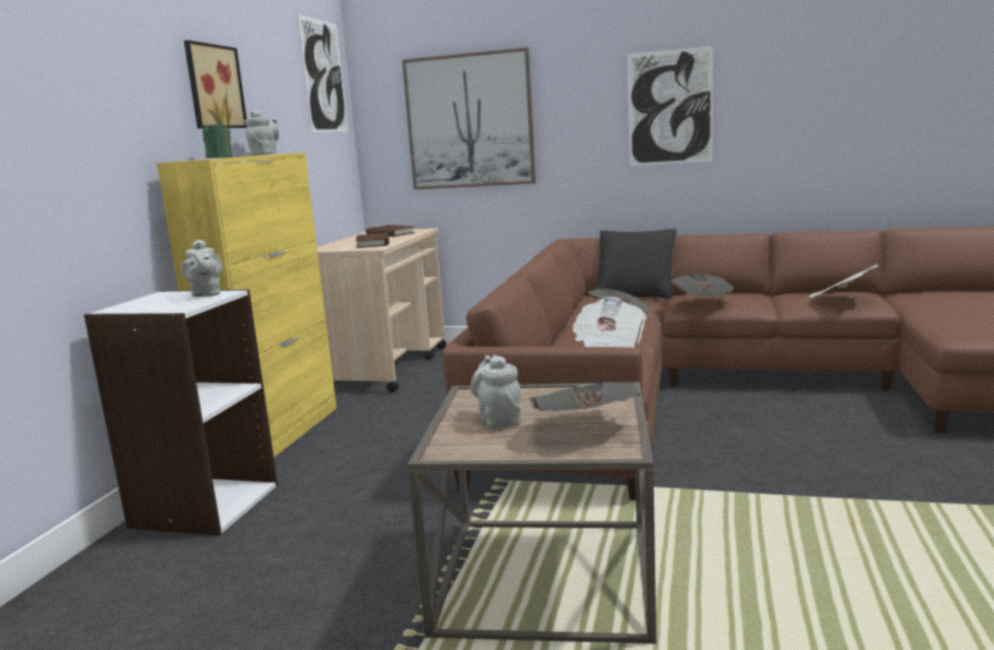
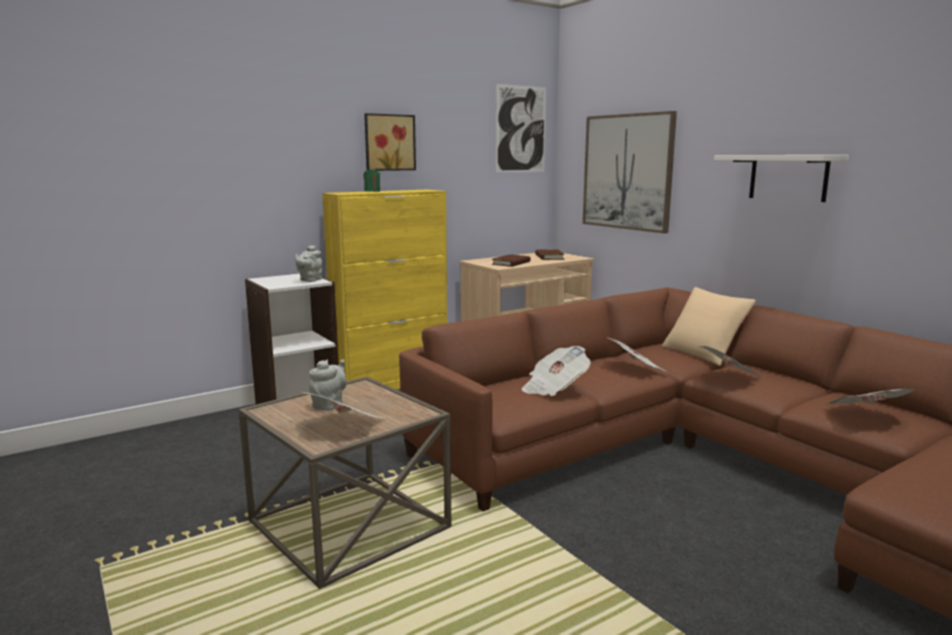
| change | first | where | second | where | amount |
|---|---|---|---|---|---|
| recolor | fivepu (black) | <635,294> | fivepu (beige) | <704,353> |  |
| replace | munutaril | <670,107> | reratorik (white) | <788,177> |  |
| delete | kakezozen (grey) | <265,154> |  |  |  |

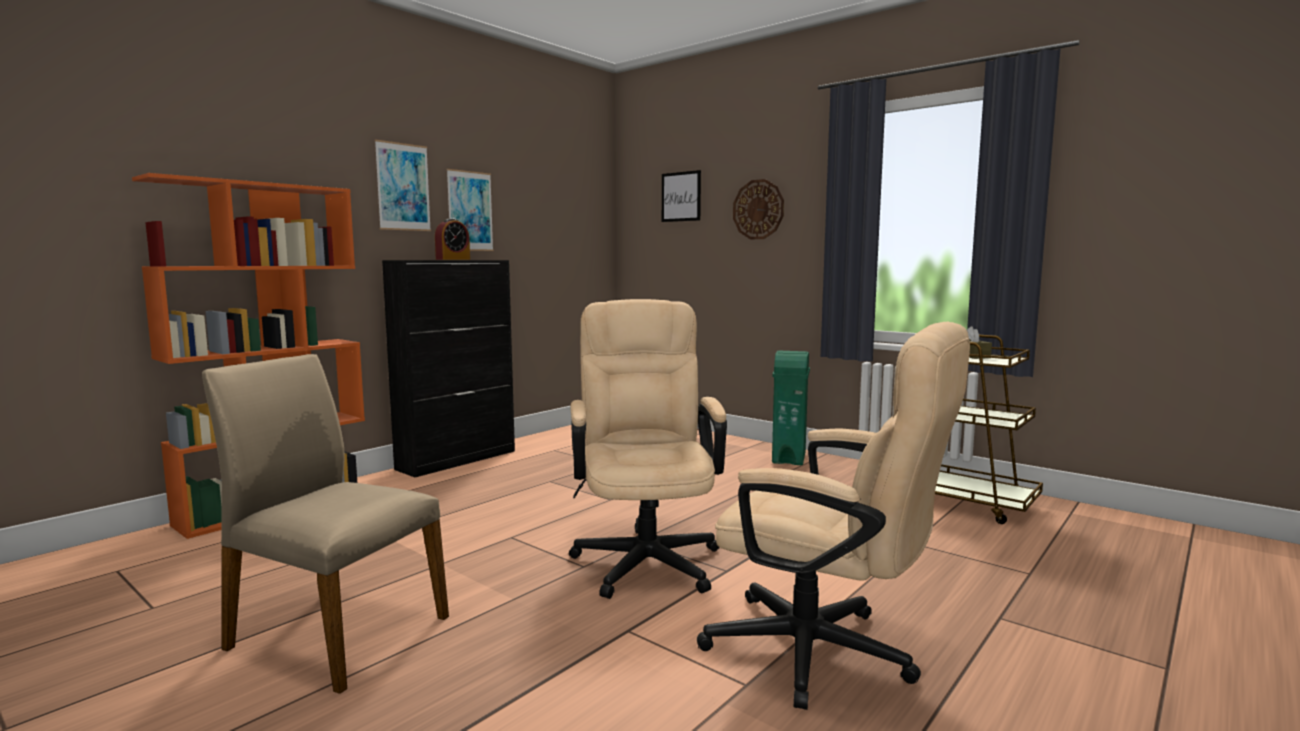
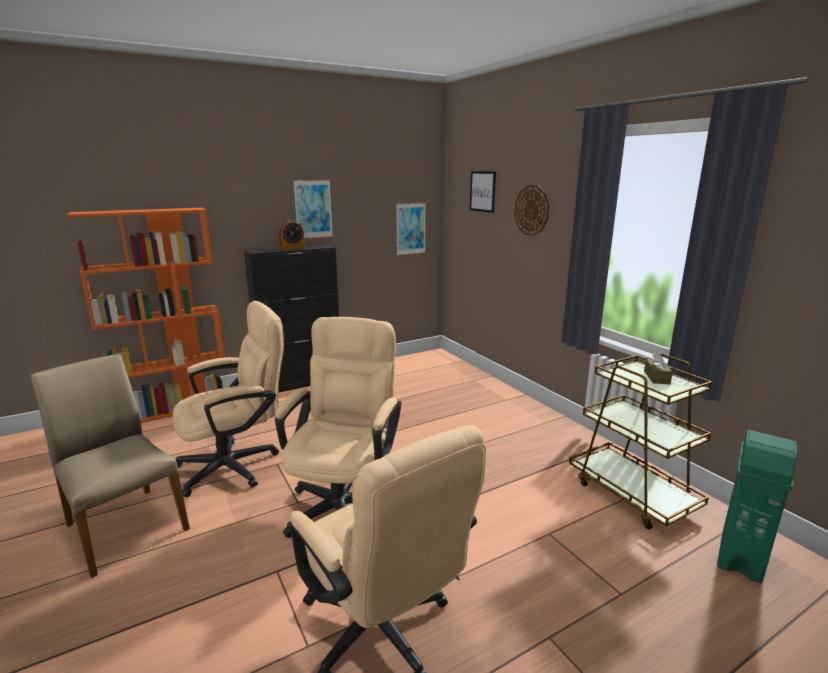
| change | first | where | second | where | amount |
|---|---|---|---|---|---|
| insert |  |  | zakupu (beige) | <237,465> |  |
| move | munutaril | <403,187> |  | <410,228> |  |
| move | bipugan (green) | <789,458> |  | <741,557> |  |

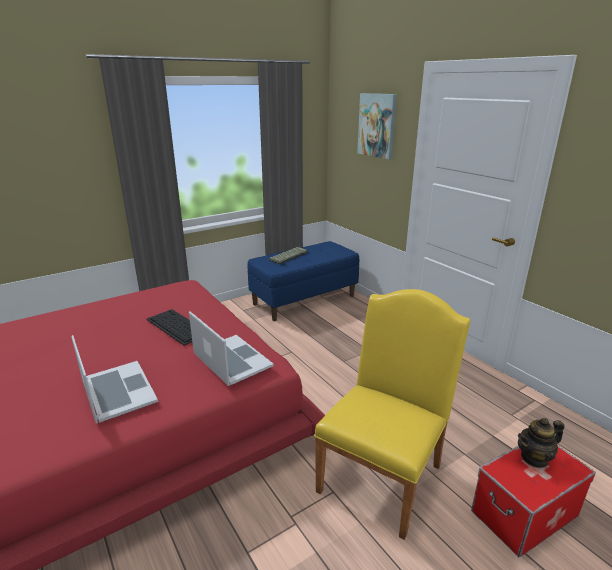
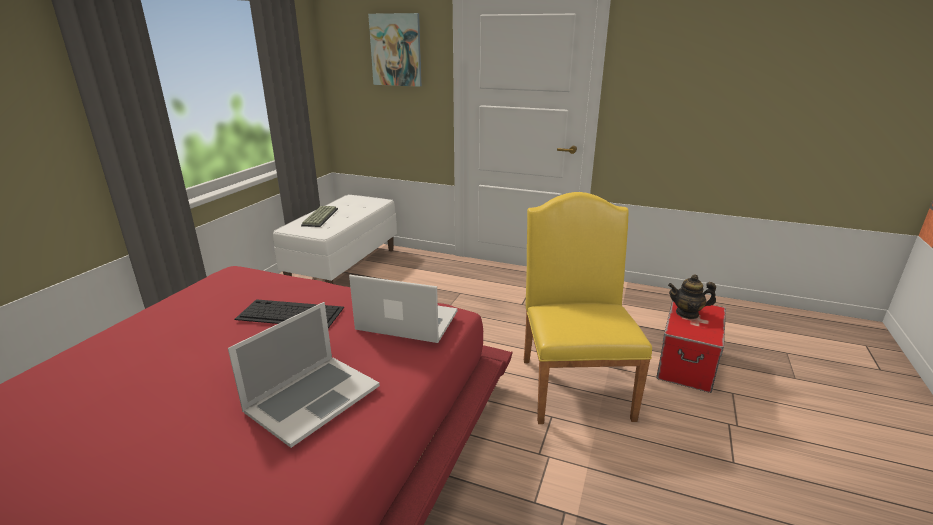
| change | first | where | second | where | amount |
|---|---|---|---|---|---|
| rotate | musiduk | <117,391> |  | <312,398> | 105 degrees clockwise |
| recolor | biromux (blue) | <304,299> | biromux (white) | <344,267> |  |
| rotate | kakezozen | <534,458> |  | <687,313> | 60 degrees clockwise |

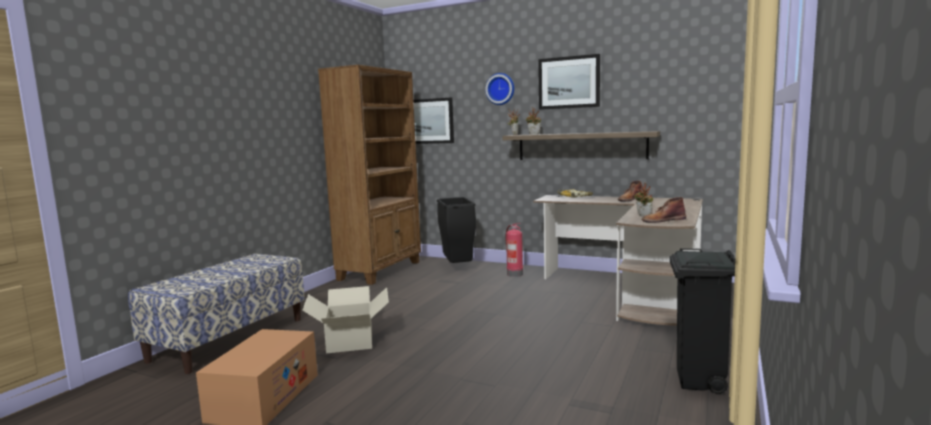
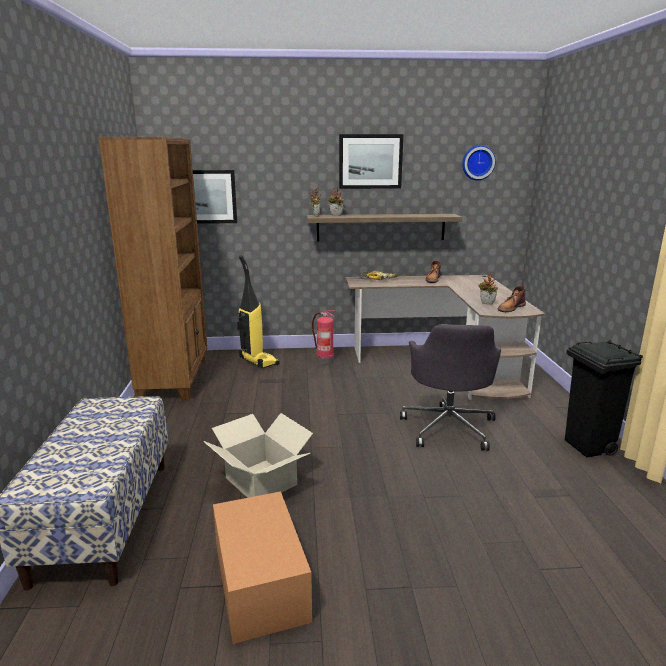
| change | first | where | second | where | amount |
|---|---|---|---|---|---|
| replace | bipugan (black) | <457,268> | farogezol | <258,361> |  |
| insert |  |  | zakupu (grey) | <448,427> |  |
| move | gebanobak | <500,89> |  | <477,162> |  |

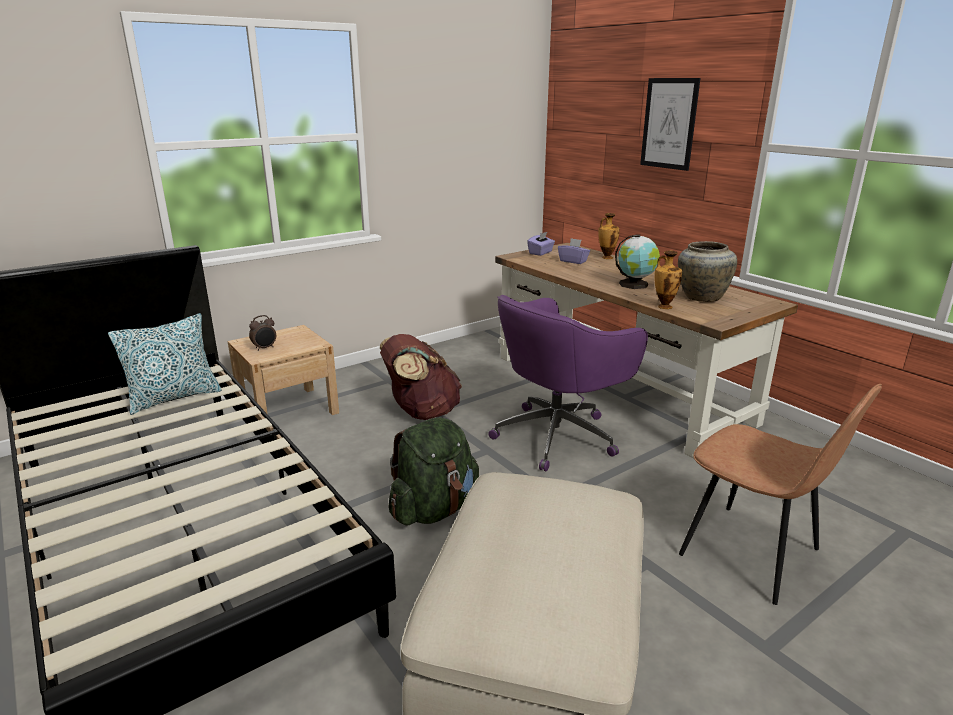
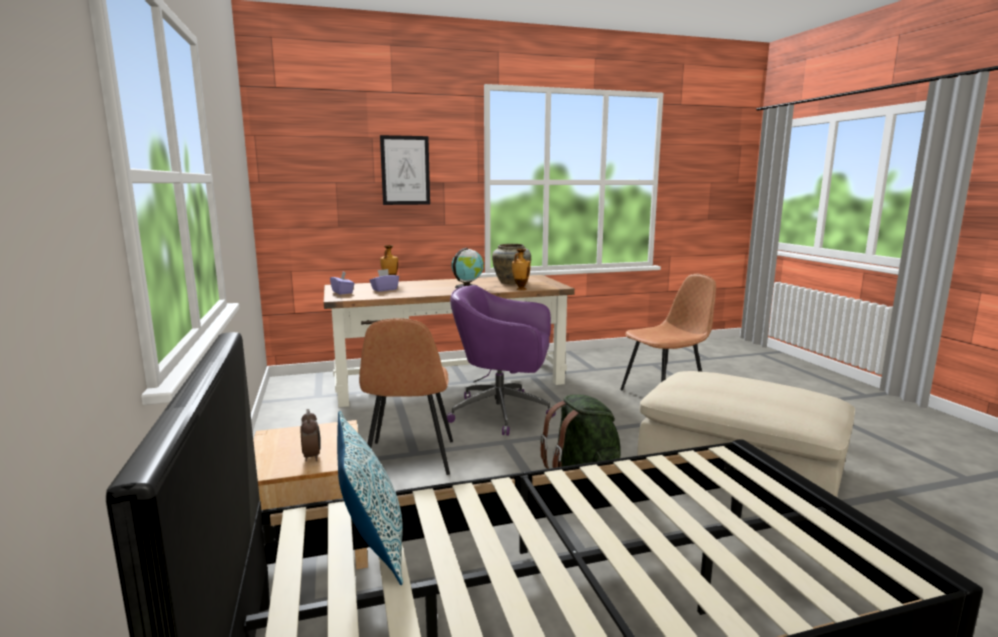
| change | first | where | second | where | amount |
|---|---|---|---|---|---|
| replace | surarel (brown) | <421,412> | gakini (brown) | <409,459> |  |
| rotate | zakupu (purple) | <558,435> |  | <503,413> | 120 degrees clockwise |

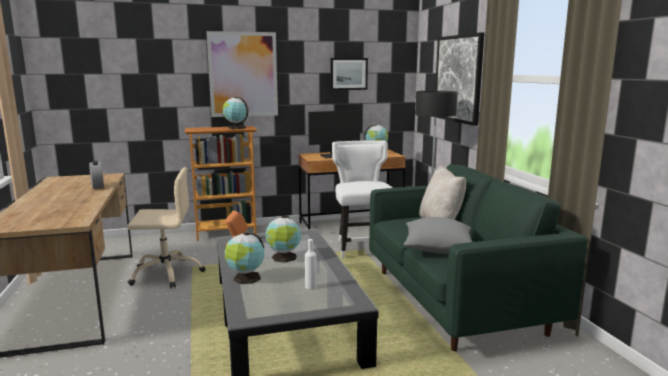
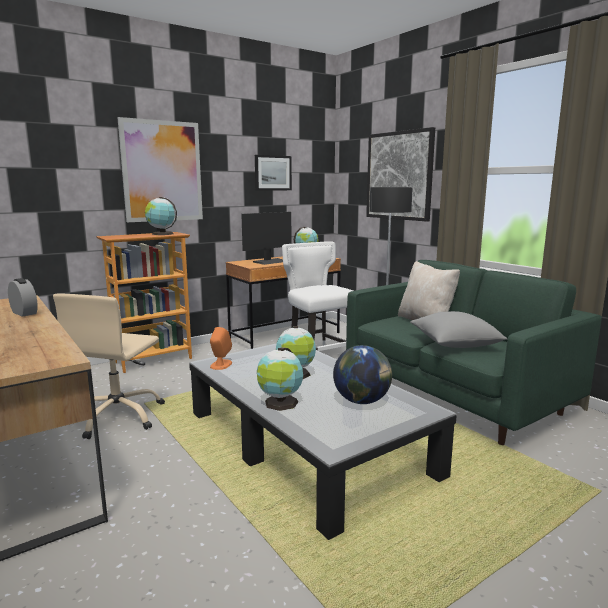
| change | first | where | second | where | amount |
|---|---|---|---|---|---|
| rotate | zakupu (beige) | <166,273> |  | <118,416> | 135 degrees clockwise |
| replace | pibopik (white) | <310,287> | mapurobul | <362,401> |  |

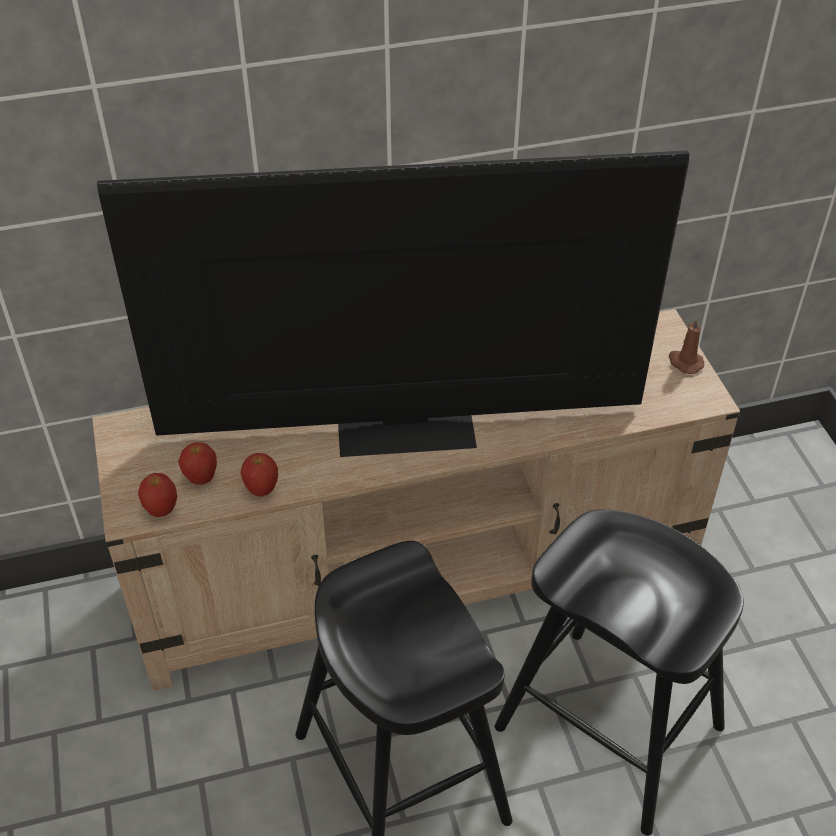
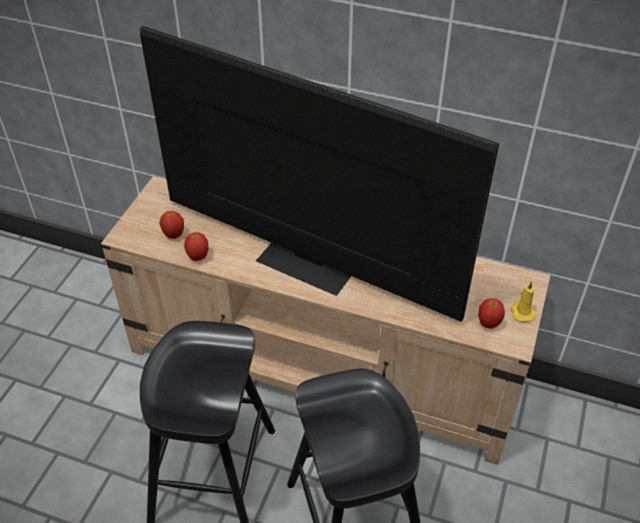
| change | first | where | second | where | amount |
|---|---|---|---|---|---|
| move | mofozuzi | <161,510> |  | <488,324> |  |
| recolor | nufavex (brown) | <684,362> | nufavex (yellow) | <522,312> |  |

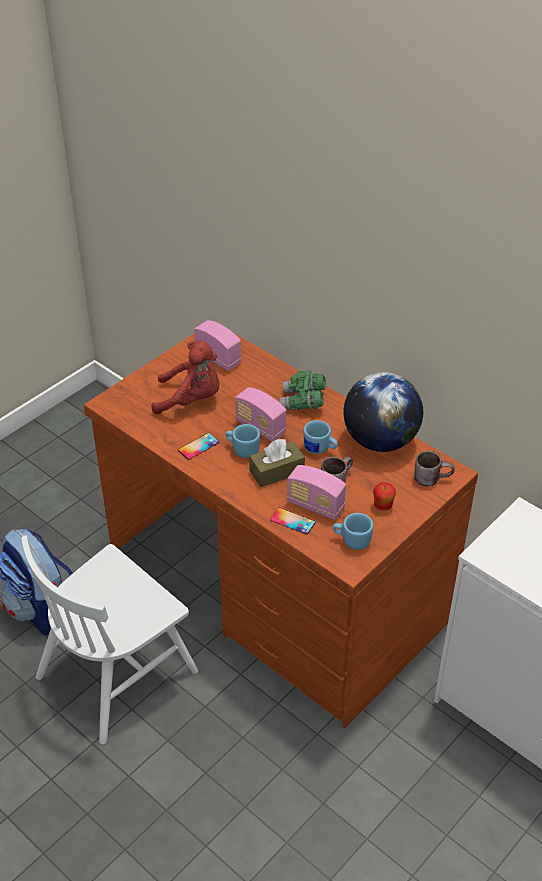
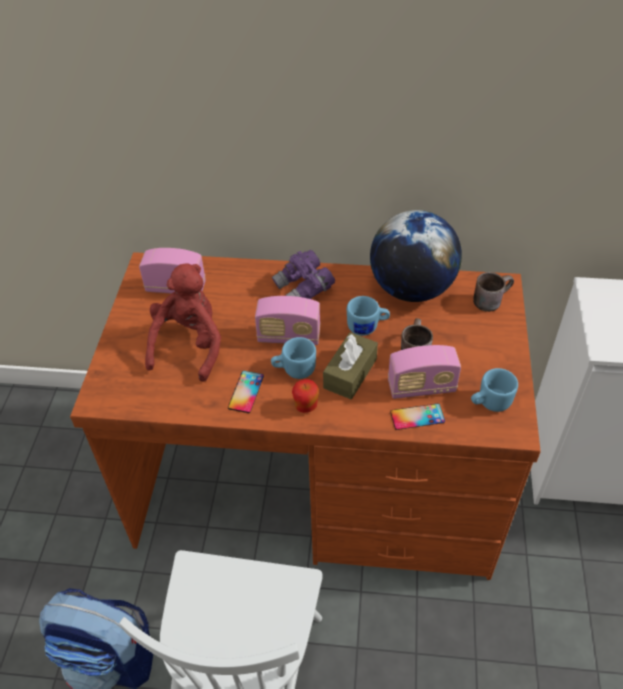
| change | first | where | second | where | amount |
|---|---|---|---|---|---|
| rotate | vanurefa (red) | <191,399> |  | <189,345> | 45 degrees counterclockwise |
| recolor | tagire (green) | <303,402> | tagire (purple) | <304,289> |  |
| move | mofozuzi | <383,506> |  | <306,406> |  |

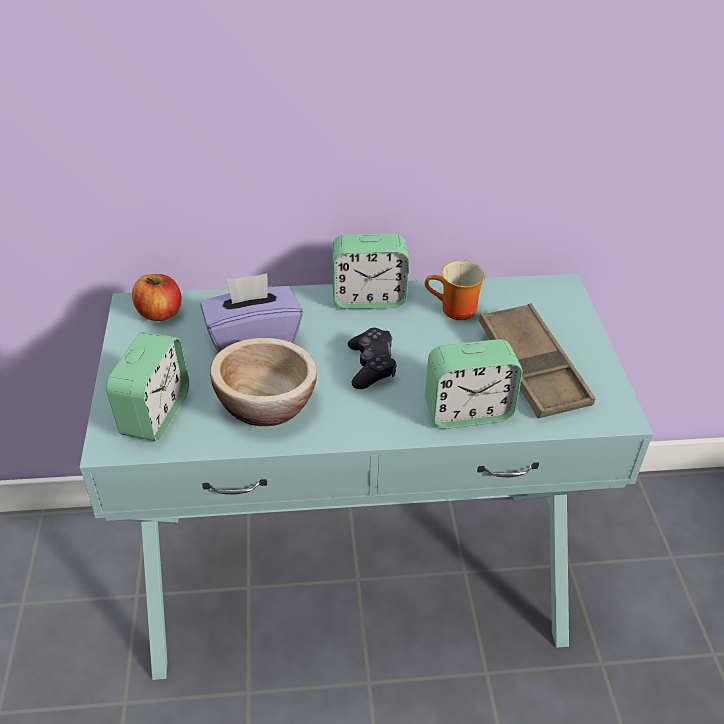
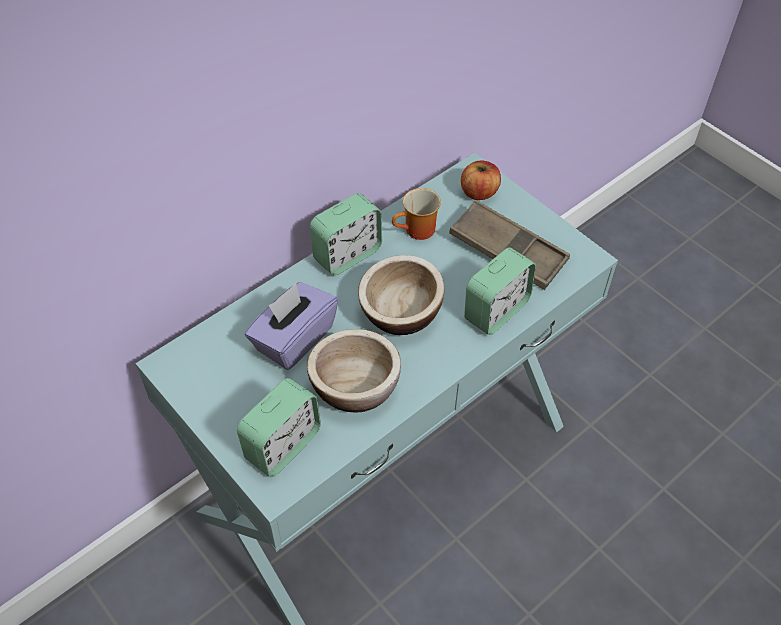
| change | first | where | second | where | amount |
|---|---|---|---|---|---|
| rotate | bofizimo | <155,414> |  | <282,445> | 60 degrees clockwise |
| replace | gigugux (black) | <371,366> | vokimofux | <401,312> |  |
| move | mofozuzi | <160,313> |  | <479,192> |  |

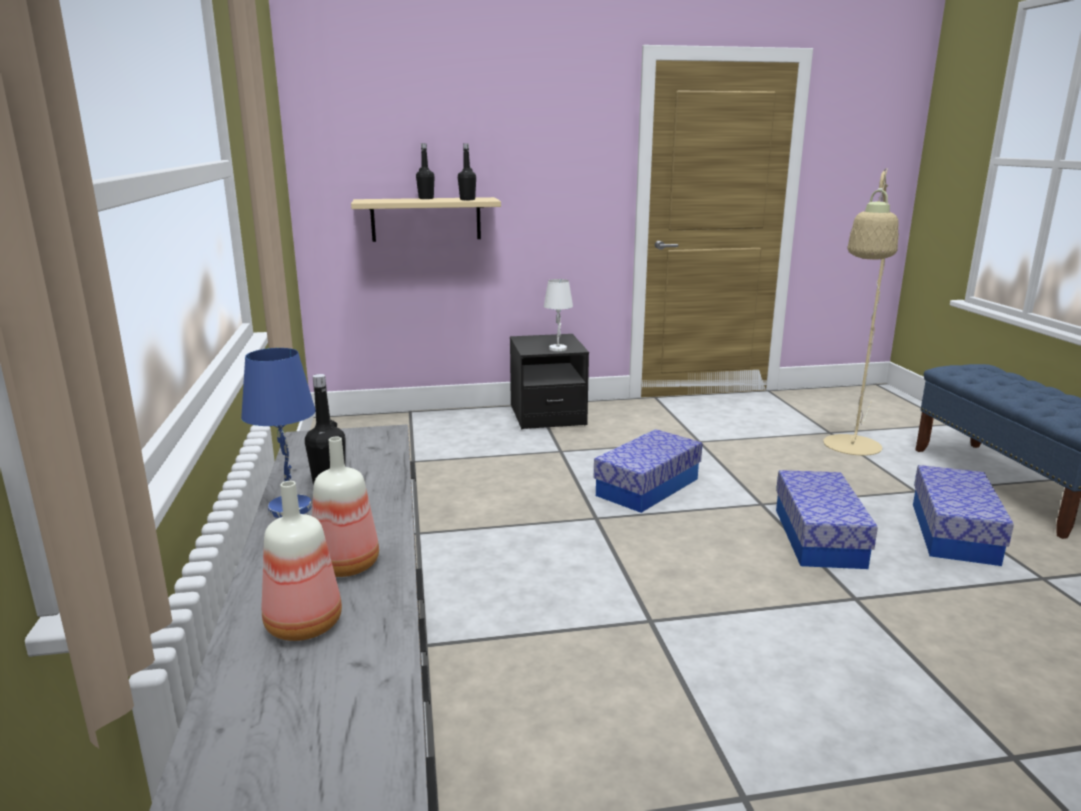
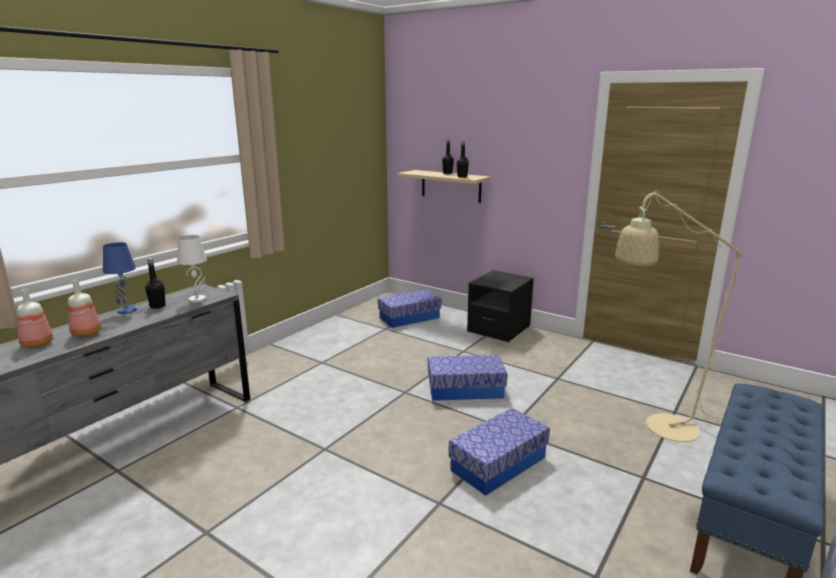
| change | first | where | second | where | amount |
|---|---|---|---|---|---|
| move | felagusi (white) | <557,348> |  | <198,300> |  |
| move | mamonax | <954,533> |  | <409,318> |  |

